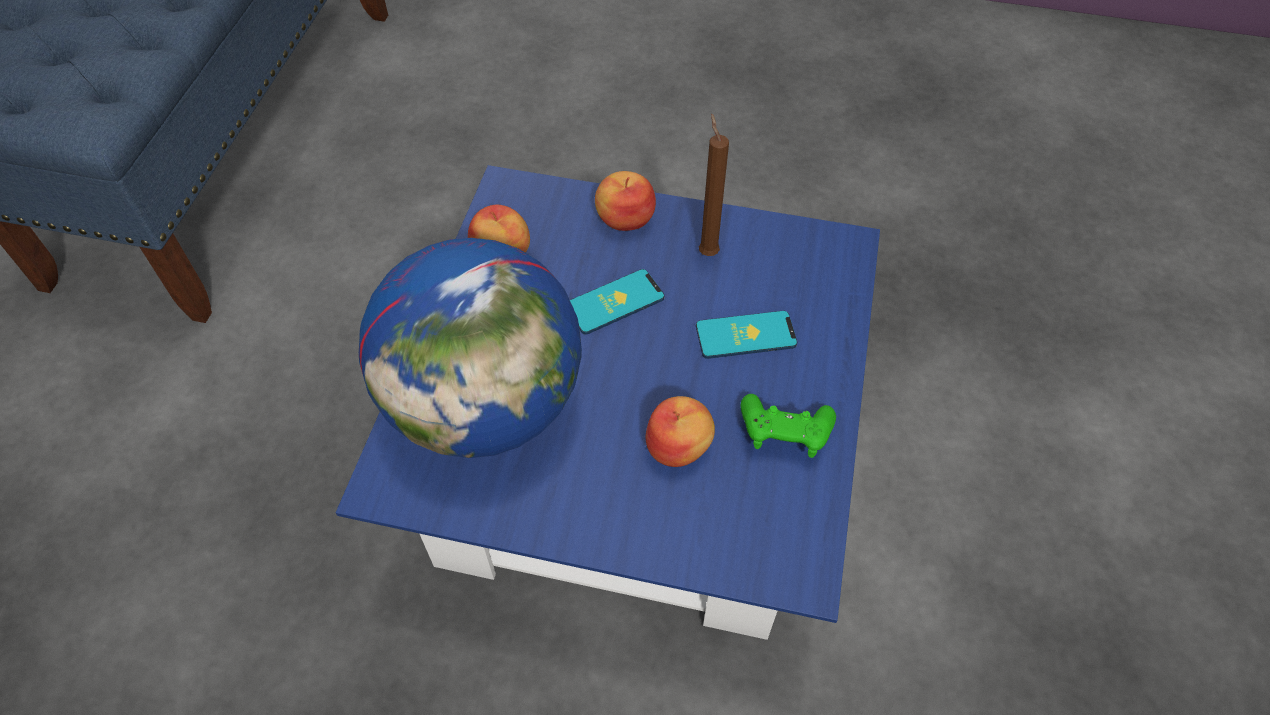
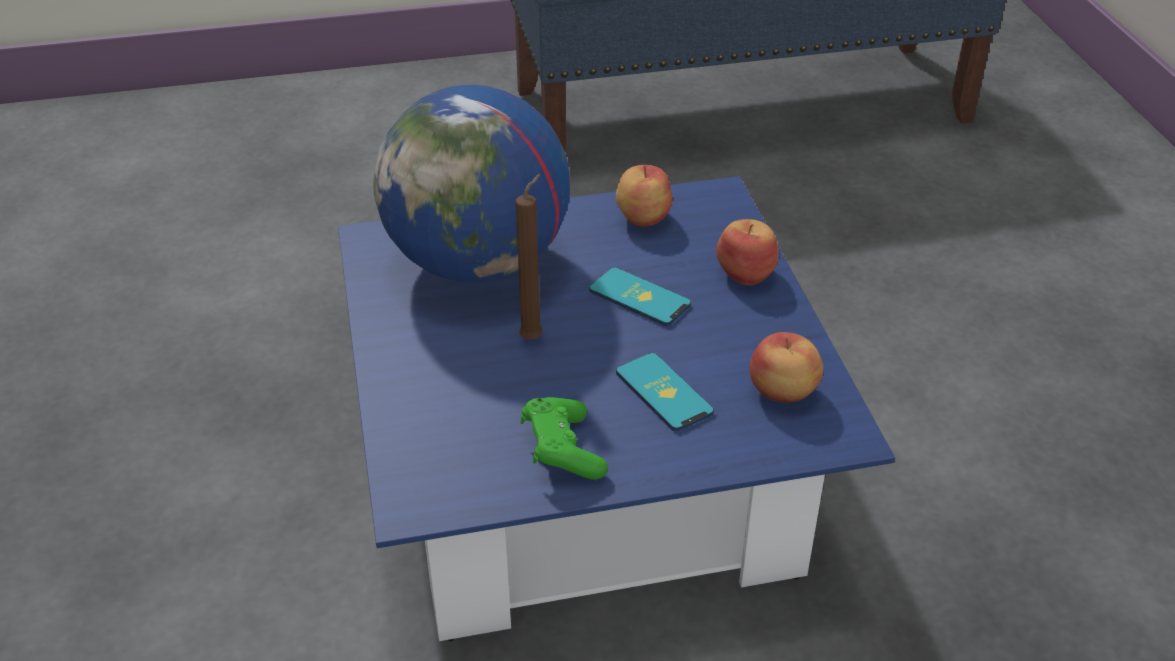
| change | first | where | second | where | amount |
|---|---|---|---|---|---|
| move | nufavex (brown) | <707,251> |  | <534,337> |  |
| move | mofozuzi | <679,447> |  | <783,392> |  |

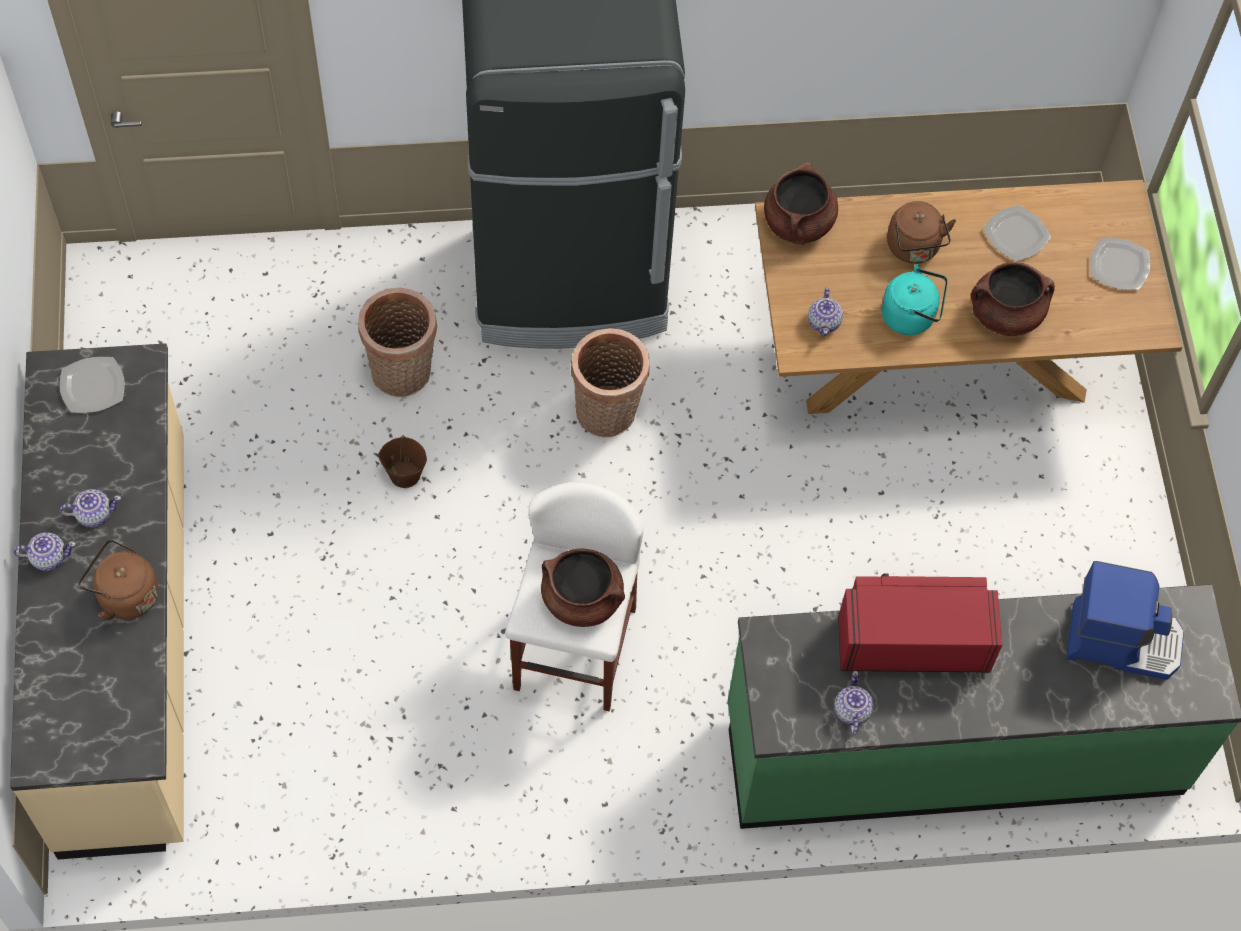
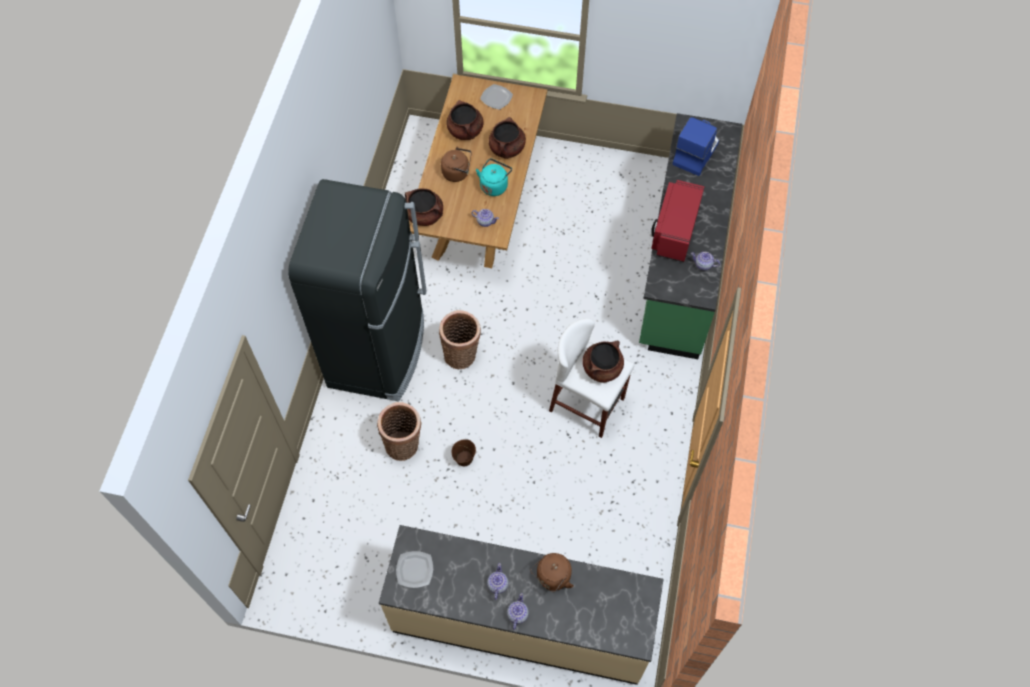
| change | first | where | second | where | amount |
|---|---|---|---|---|---|
| replace | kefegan | <1016,235> | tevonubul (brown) | <465,131> |  |

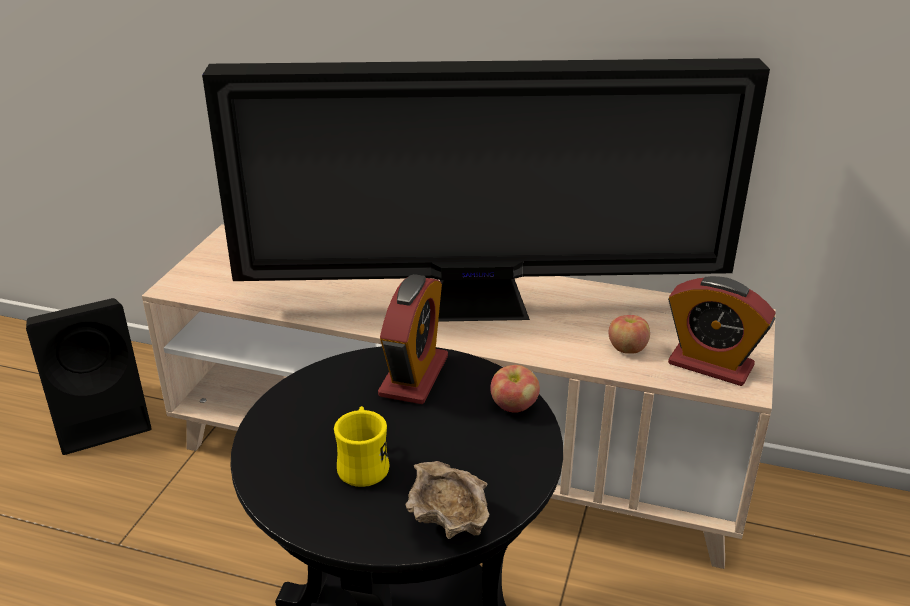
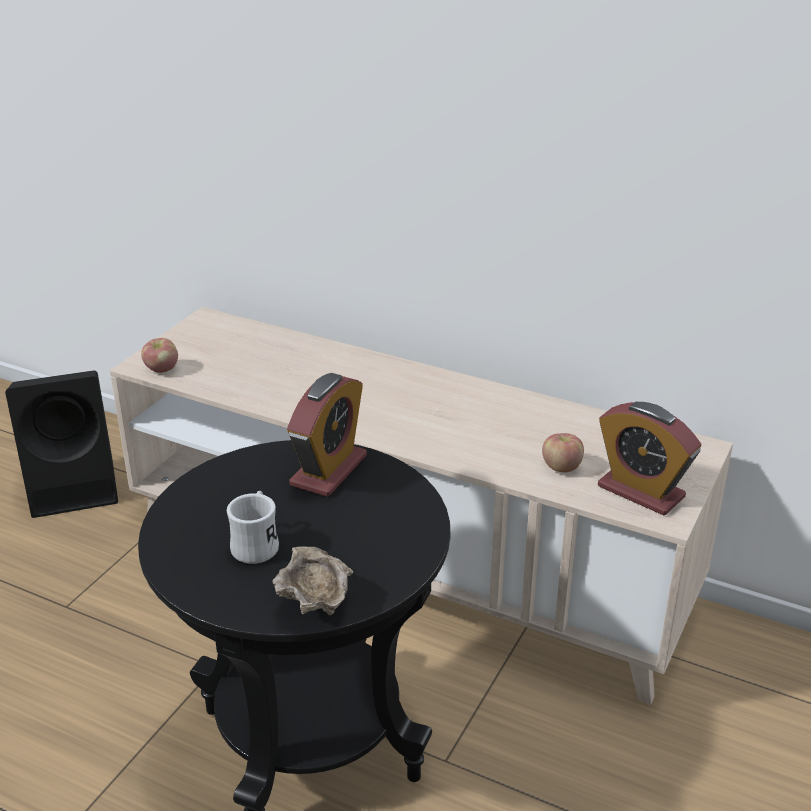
| change | first | where | second | where | amount |
|---|---|---|---|---|---|
| move | mofozuzi | <514,406> |  | <162,369> |  |
| recolor | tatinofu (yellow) | <363,464> | tatinofu (white) | <256,544> |  |
| delete | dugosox | <482,312> |  |  |  |

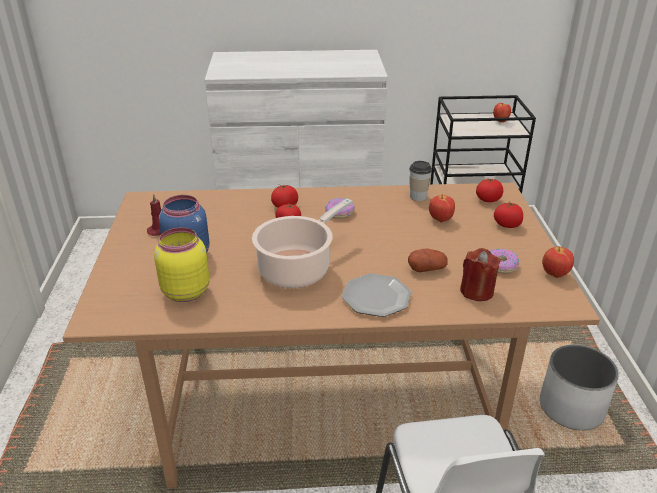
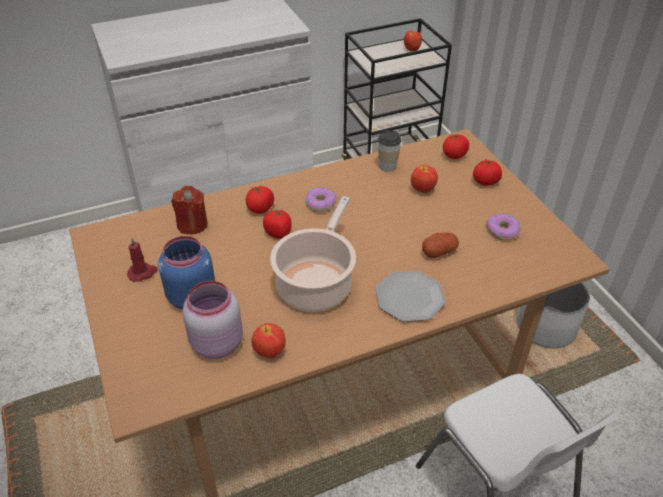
| change | first | where | second | where | amount |
|---|---|---|---|---|---|
| move | nufavex (red) | <477,291> |  | <192,224> |  |
| recolor | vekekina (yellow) | <185,291> | vekekina (pink) | <215,343> |  |
| move | mofozuzi | <554,274> |  | <269,352> |  |

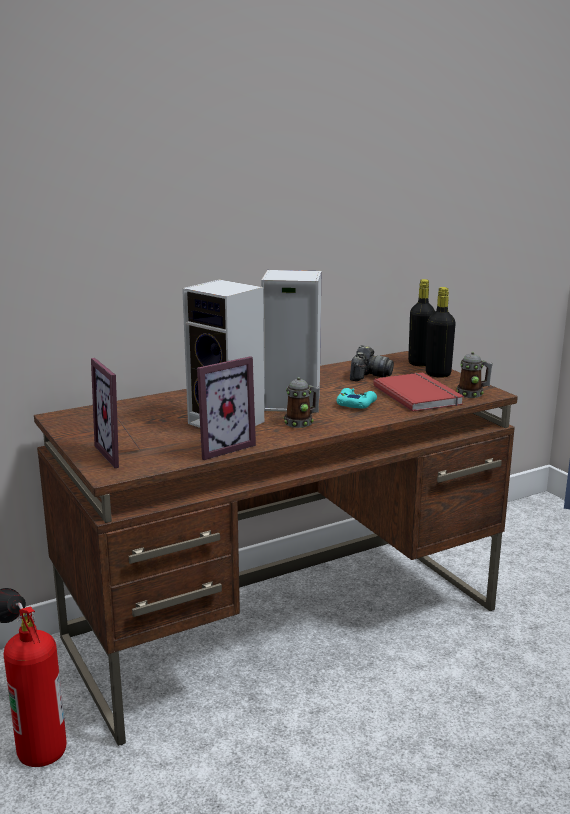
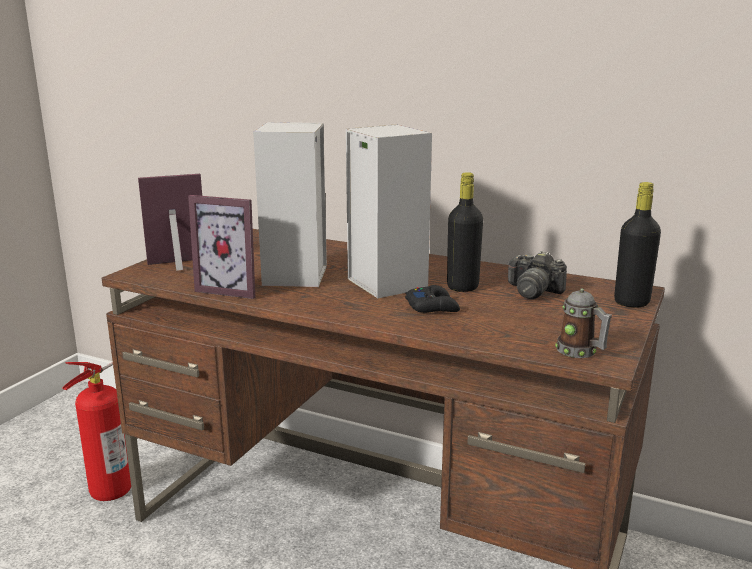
| change | first | where | second | where | amount |
|---|---|---|---|---|---|
| rotate | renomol | <122,453> |  | <179,265> | 45 degrees clockwise |
| recolor | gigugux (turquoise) | <355,404> | gigugux (black) | <432,307> |  |
| move | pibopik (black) | <438,374> |  | <462,287> |  |
| rotate | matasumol | <369,376> |  | <533,291> | 45 degrees clockwise |
| delete | tatinofu | <302,422> |  |  |  |
| delete | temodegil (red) | <419,395> |  |  |  |

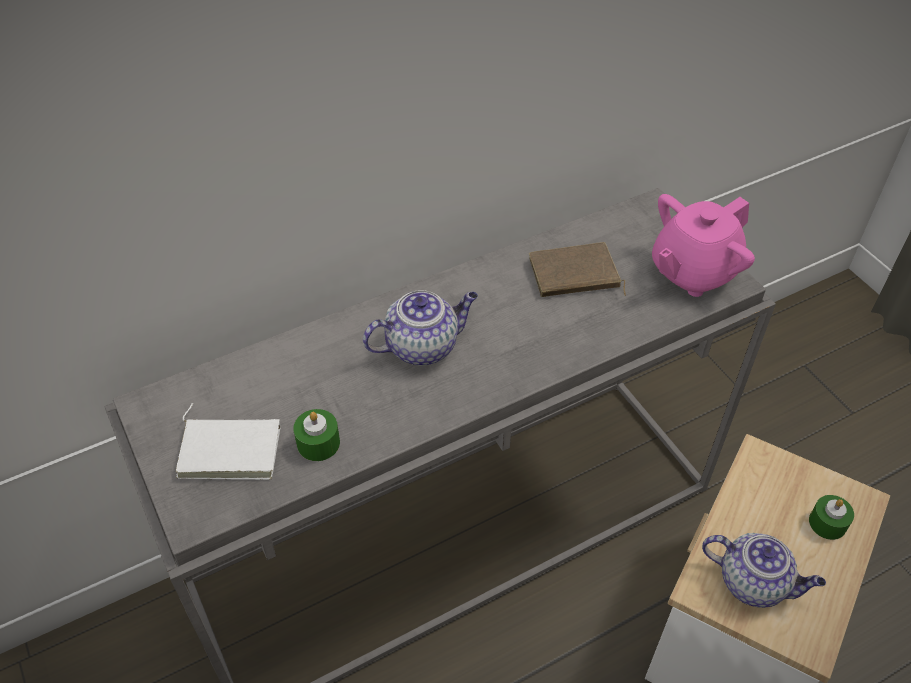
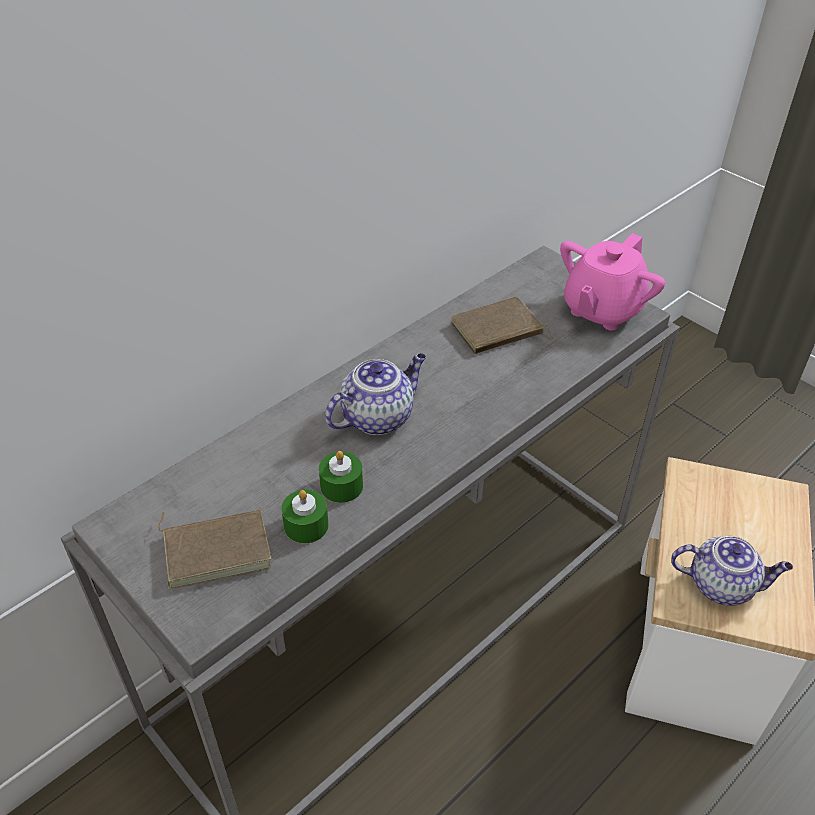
| change | first | where | second | where | amount |
|---|---|---|---|---|---|
| recolor | temodegil (white) | <231,449> | temodegil (brown) | <217,549> |  |
| move | nufavex (green) | <827,523> |  | <341,486> |  |

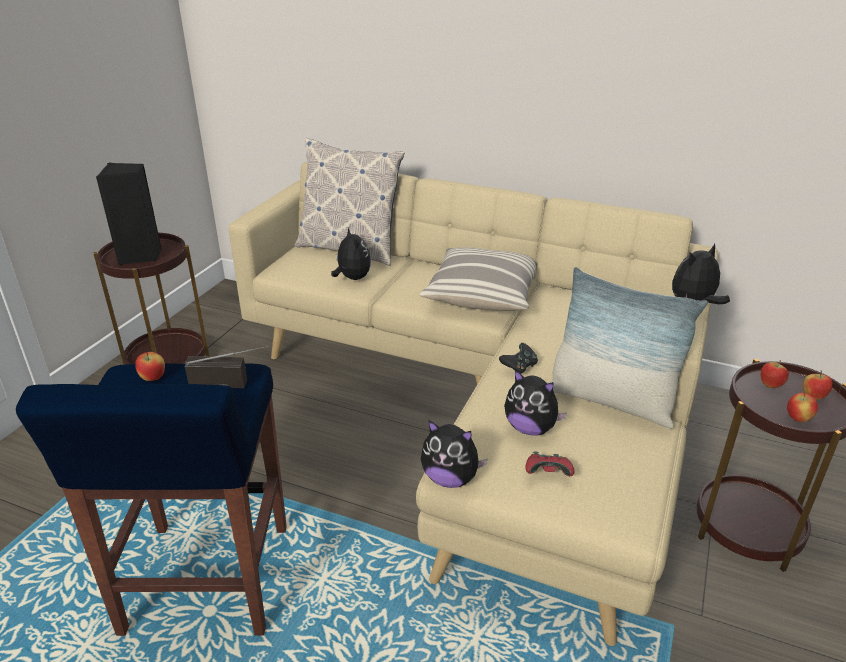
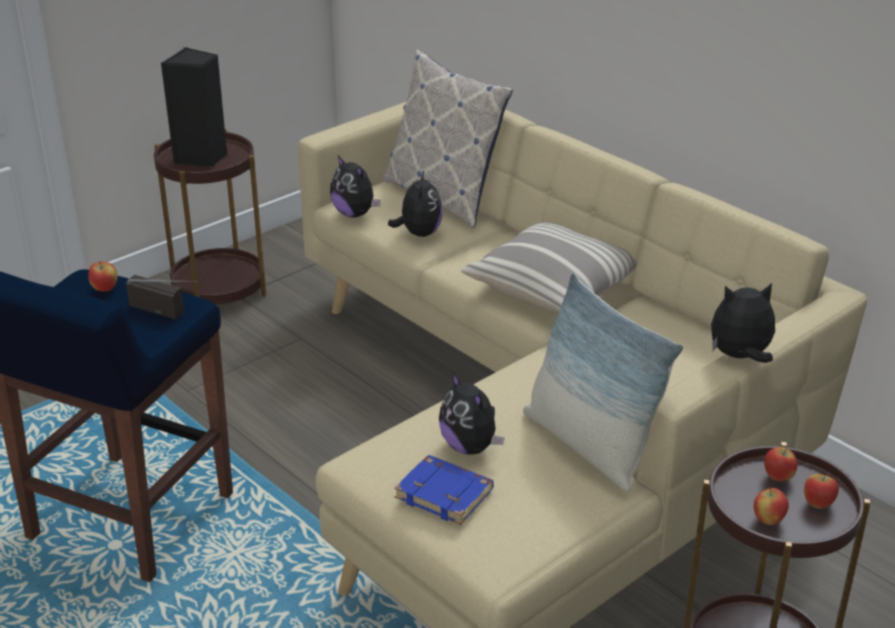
| change | first | where | second | where | amount |
|---|---|---|---|---|---|
| move | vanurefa | <450,478> |  | <355,214> |  |
| replace | gigugux (red) | <548,474> | temodegil (blue) | <445,494> |  |
| delete | gigugux (black) | <519,367> |  |  |  |

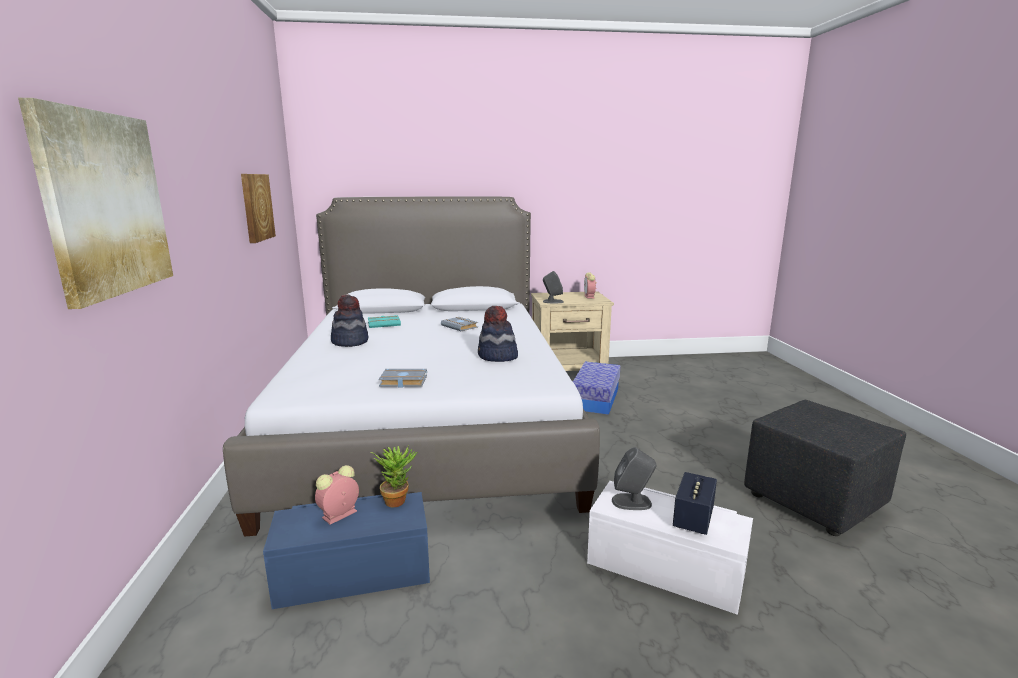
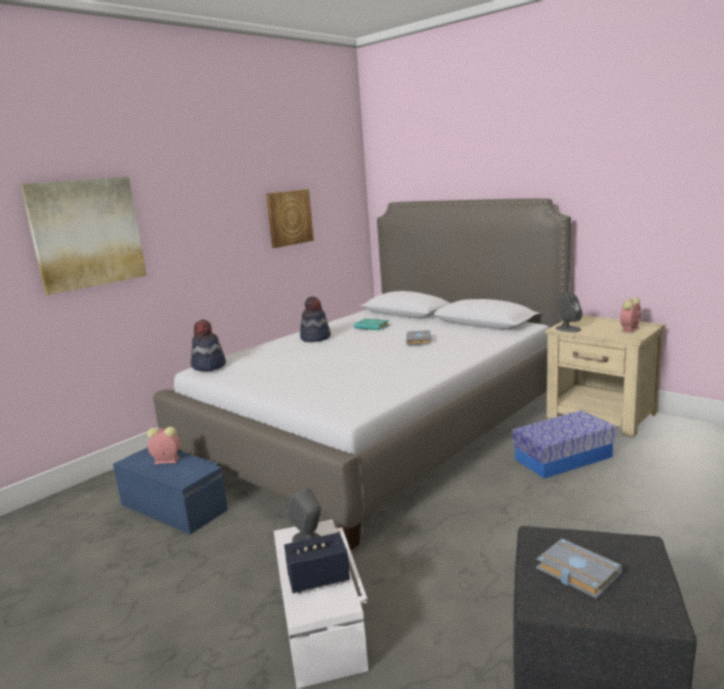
| change | first | where | second | where | amount |
|---|---|---|---|---|---|
| move | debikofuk | <497,357> |  | <208,366> |  |
| move | temodegil (grey) | <402,382> |  | <575,572> |  |
| delete | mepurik | <398,499> |  |  |  |

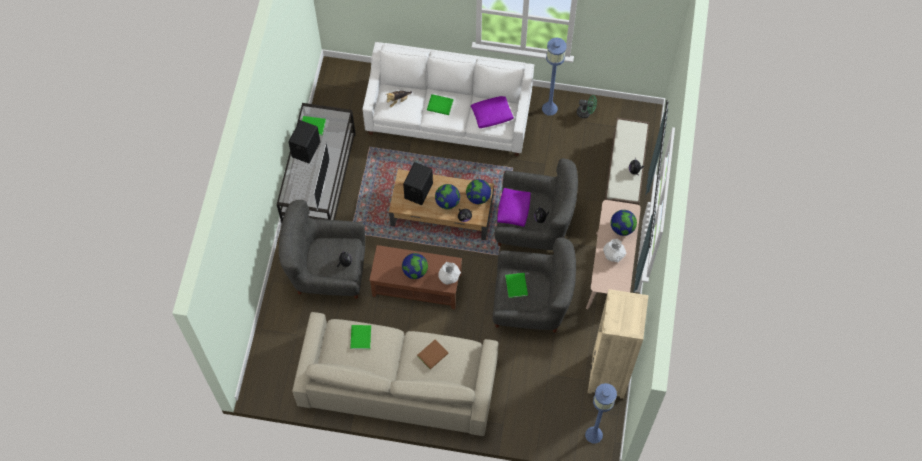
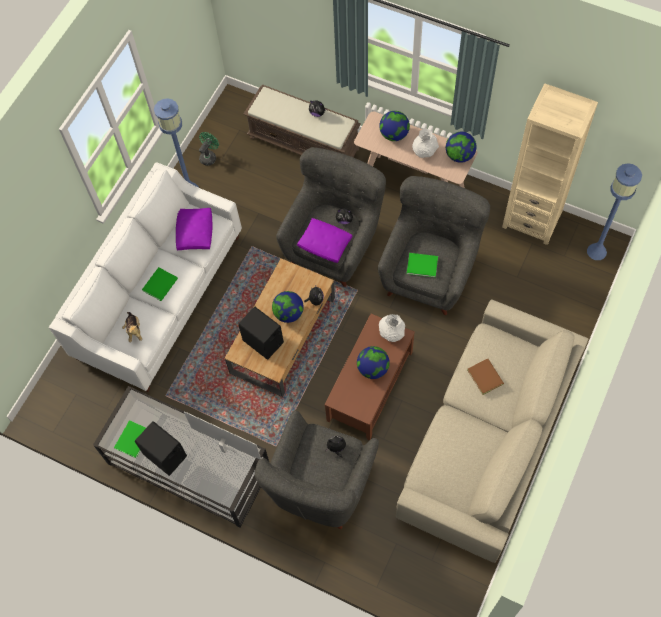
| change | first | where | second | where | amount |
|---|---|---|---|---|---|
| move | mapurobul | <478,197> |  | <459,155> |  |
| delete | temodegil (green) | <360,338> |  |  |  |

